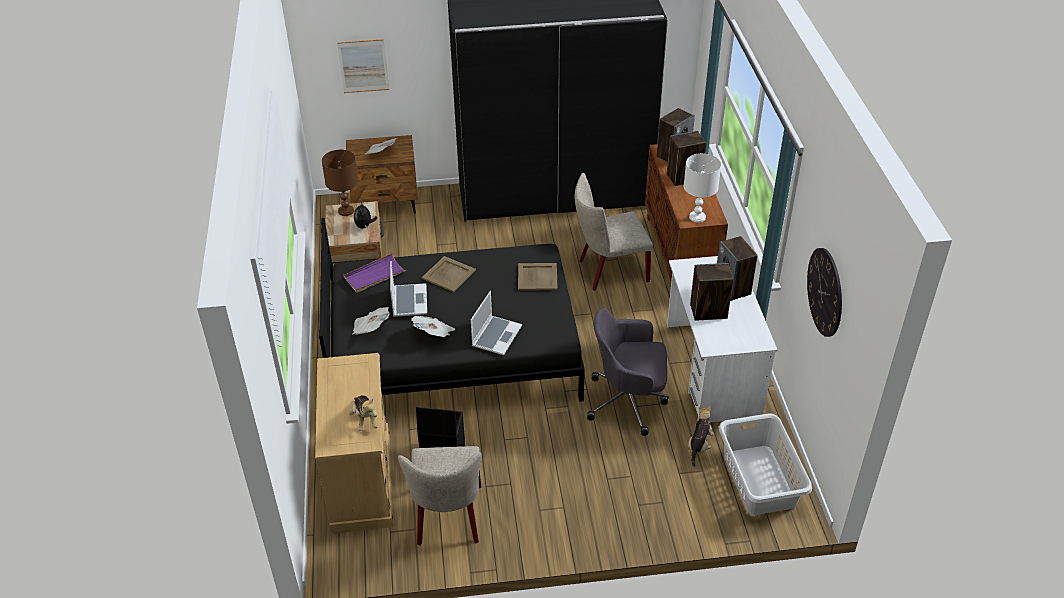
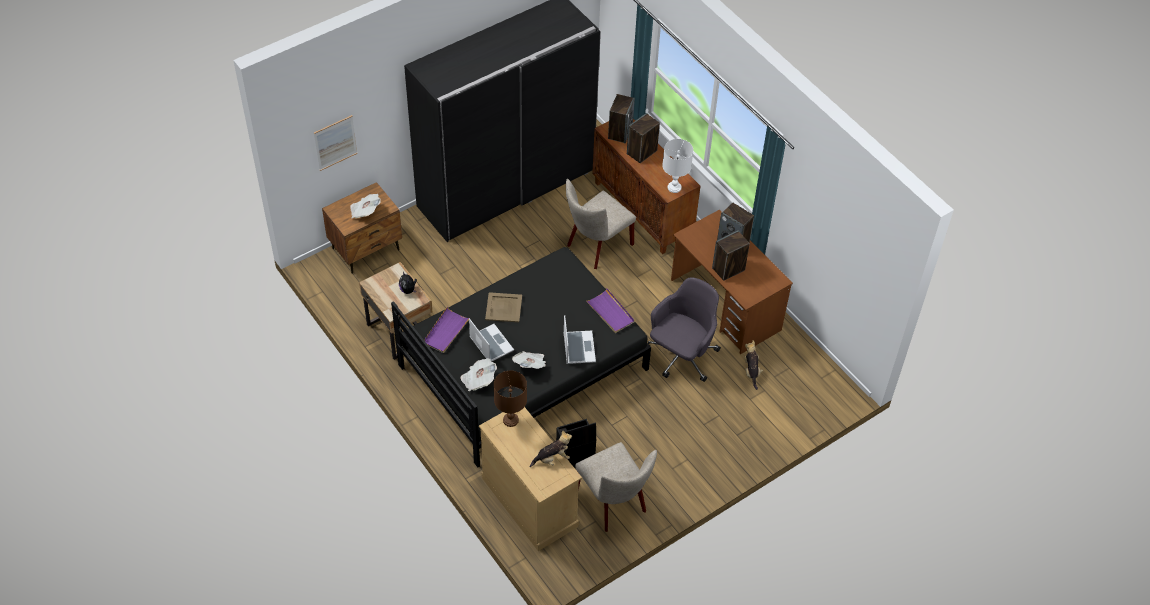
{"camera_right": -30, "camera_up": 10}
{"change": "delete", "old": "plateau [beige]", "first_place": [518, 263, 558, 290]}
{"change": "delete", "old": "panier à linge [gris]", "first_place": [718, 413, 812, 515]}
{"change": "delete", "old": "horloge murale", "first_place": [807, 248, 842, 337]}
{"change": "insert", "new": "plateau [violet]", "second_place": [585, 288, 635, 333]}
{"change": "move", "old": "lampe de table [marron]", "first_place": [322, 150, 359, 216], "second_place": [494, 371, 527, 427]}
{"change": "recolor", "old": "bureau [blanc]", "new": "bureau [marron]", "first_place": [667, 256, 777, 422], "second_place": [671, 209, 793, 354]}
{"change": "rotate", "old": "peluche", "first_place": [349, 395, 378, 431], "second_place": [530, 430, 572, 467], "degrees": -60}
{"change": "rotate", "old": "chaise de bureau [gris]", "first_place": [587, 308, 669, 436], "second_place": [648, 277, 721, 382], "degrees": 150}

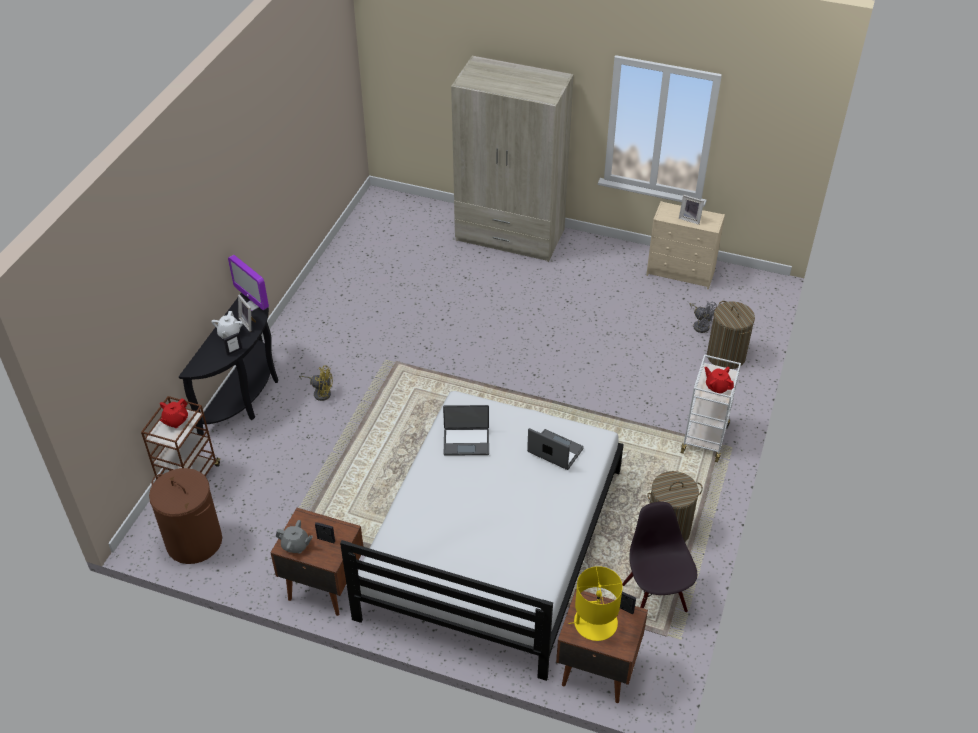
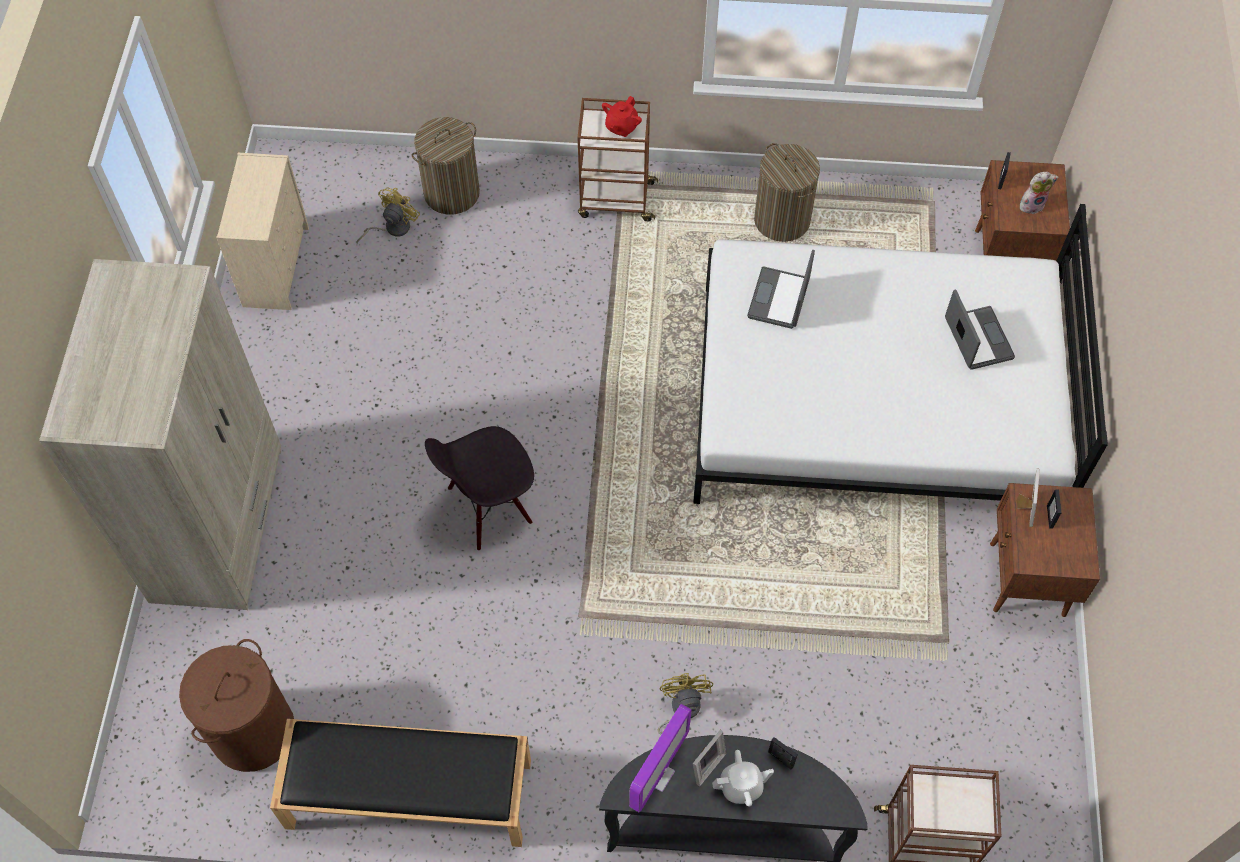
{"camera_right": -105, "camera_up": 15}
{"change": "delete", "old": "théière [rouge]", "first_place": [160, 398, 188, 428]}
{"change": "delete", "old": "théière [gris]", "first_place": [276, 520, 313, 554]}
{"change": "insert", "new": "banc [noir]", "second_place": [270, 719, 531, 847]}
{"change": "move", "old": "panier à linge [marron]", "first_place": [149, 468, 222, 564], "second_place": [179, 639, 294, 772]}
{"change": "move", "old": "ordinateur portable", "first_place": [443, 405, 489, 456], "second_place": [945, 290, 1015, 370]}
{"change": "move", "old": "chaise [noir]", "first_place": [622, 502, 697, 613], "second_place": [425, 426, 534, 551]}
{"change": "move", "old": "cadre photo", "first_place": [679, 195, 704, 225], "second_place": [1016, 469, 1040, 527]}
{"change": "replace", "old": "lampe de table [jaune]", "new": "peluche", "first_place": [568, 566, 623, 641], "second_place": [1020, 172, 1058, 214]}
{"change": "recolor", "old": "chariot [blanc]", "new": "chariot [marron]", "first_place": [681, 355, 741, 462], "second_place": [578, 98, 658, 221]}
{"change": "recolor", "old": "ventilateur [gris]", "new": "ventilateur [jaune]", "first_place": [690, 301, 717, 333], "second_place": [356, 187, 420, 244]}

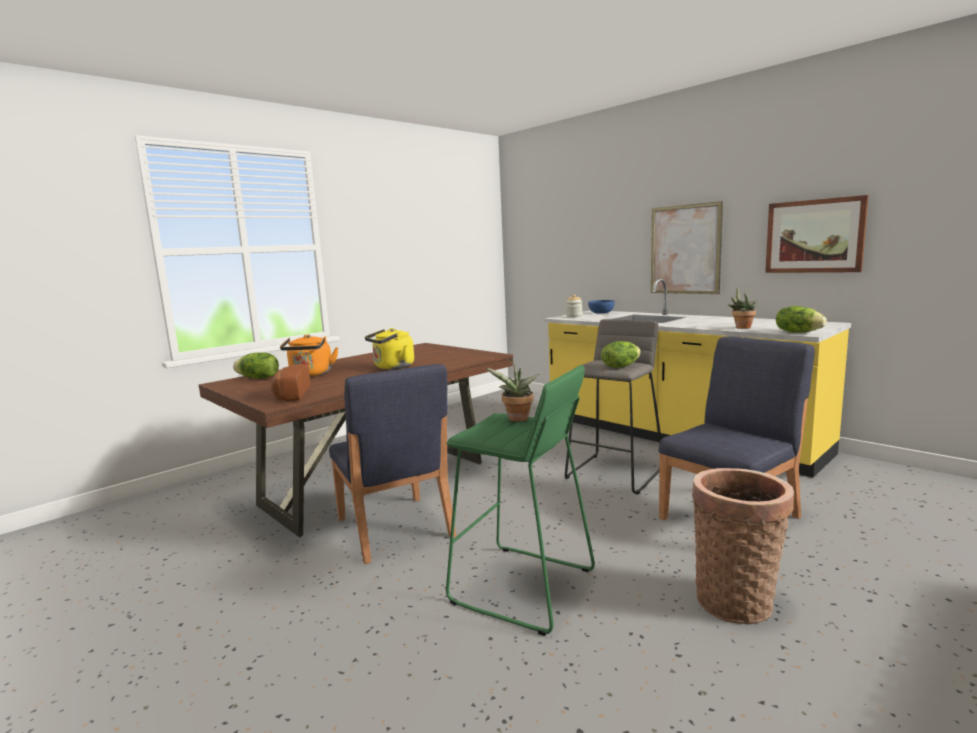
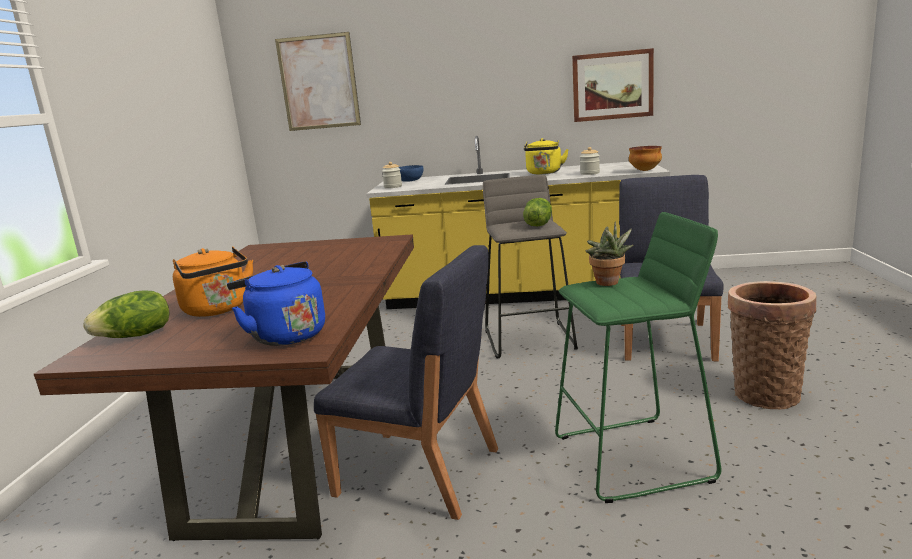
{"camera_right": -40, "camera_up": 5}
{"change": "move", "old": "bouilloire [jaune]", "first_place": [365, 328, 414, 370], "second_place": [524, 138, 569, 174]}
{"change": "move", "old": "tableau", "first_place": [651, 201, 723, 294], "second_place": [275, 32, 361, 131]}
{"change": "replace", "old": "pain", "new": "bouilloire [bleu]", "first_place": [271, 364, 310, 401], "second_place": [227, 261, 325, 346]}
{"change": "replace", "old": "plante en pot", "new": "bocal", "first_place": [728, 287, 757, 329], "second_place": [580, 147, 600, 175]}
{"change": "replace", "old": "laitue", "new": "bol", "first_place": [776, 306, 827, 333], "second_place": [629, 146, 662, 171]}

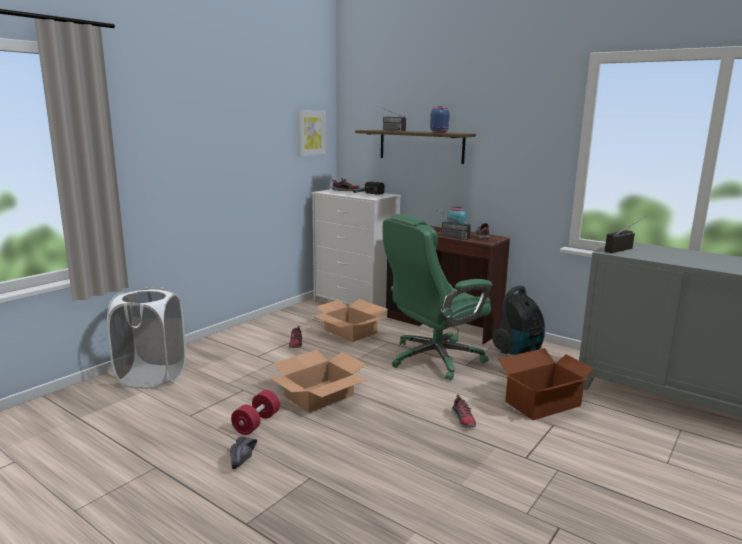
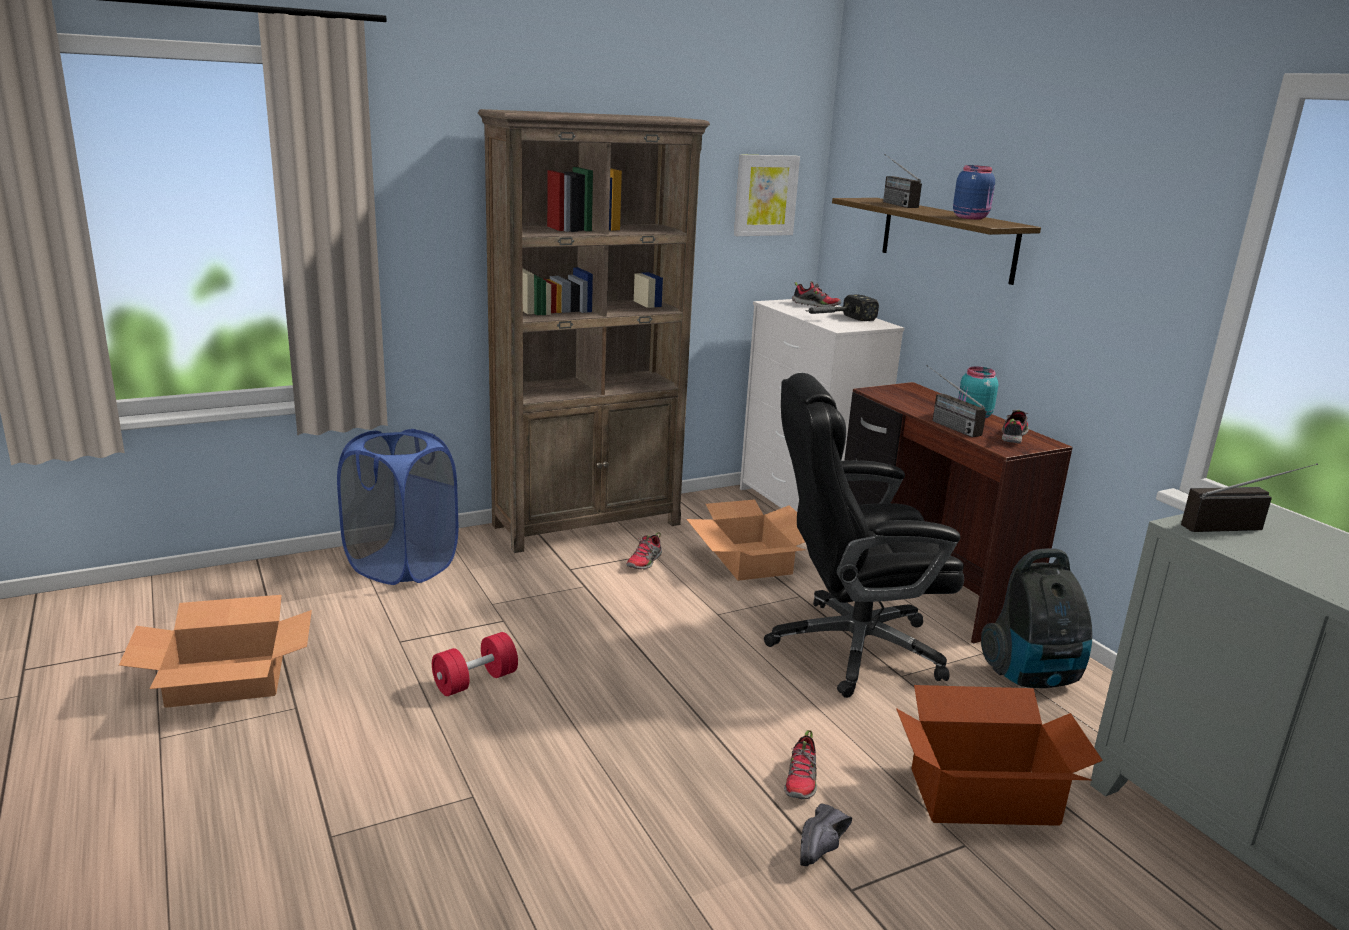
{"camera_right": 25, "camera_up": 5}
{"change": "insert", "new": "bibliothèque [marron]", "second_place": [478, 109, 710, 553]}
{"change": "move", "old": "chaussure [noir]", "first_place": [230, 437, 257, 469], "second_place": [800, 804, 852, 866]}
{"change": "move", "old": "carton", "first_place": [269, 350, 367, 413], "second_place": [119, 595, 312, 708]}
{"change": "recolor", "old": "panier à linge [blanc]", "new": "panier à linge [bleu]", "first_place": [107, 287, 186, 389], "second_place": [337, 429, 458, 585]}
{"change": "recolor", "old": "chaise de bureau [vert]", "new": "chaise de bureau [noir]", "first_place": [383, 214, 493, 380], "second_place": [764, 373, 964, 698]}

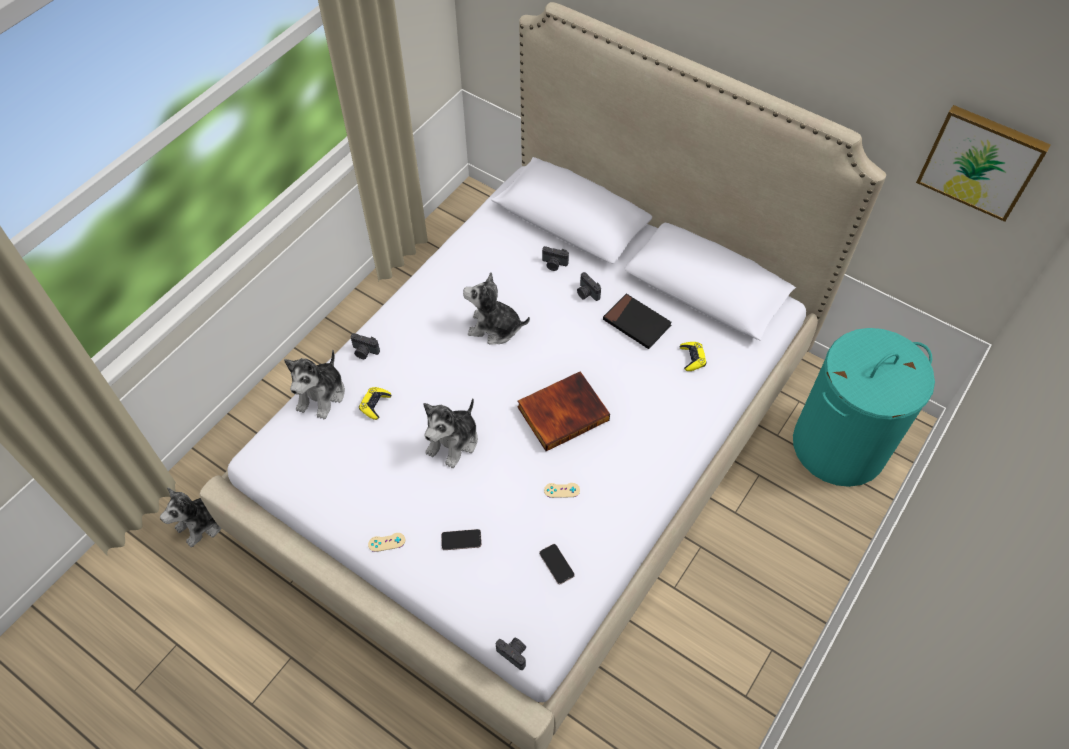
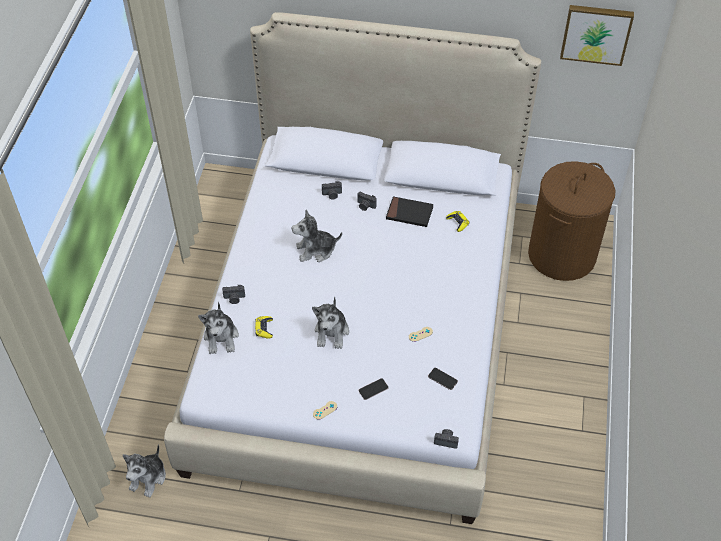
{"camera_right": -25, "camera_up": -5}
{"change": "delete", "old": "livre", "first_place": [517, 371, 610, 451]}
{"change": "recolor", "old": "panier à linge [turquoise]", "new": "panier à linge [marron]", "first_place": [793, 328, 935, 487], "second_place": [528, 161, 615, 281]}

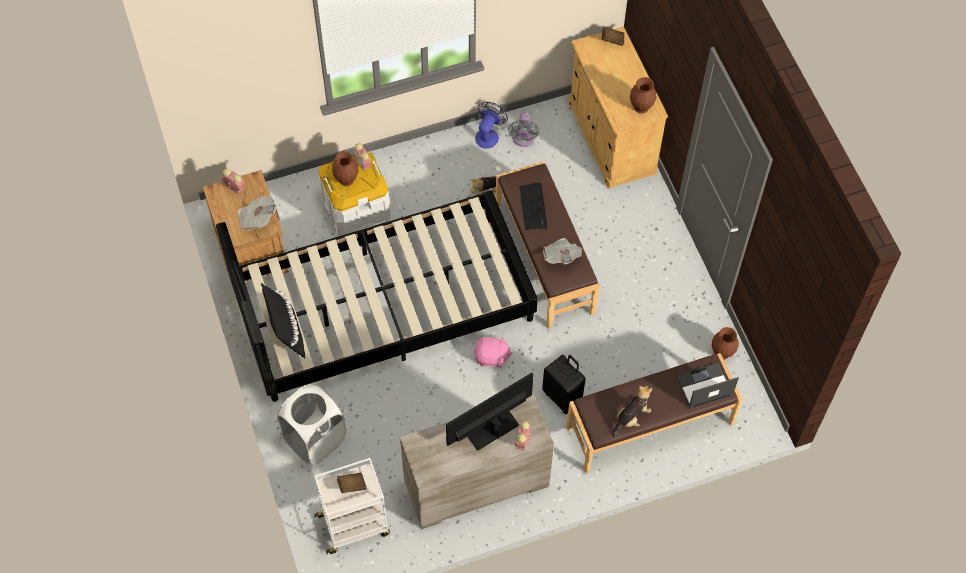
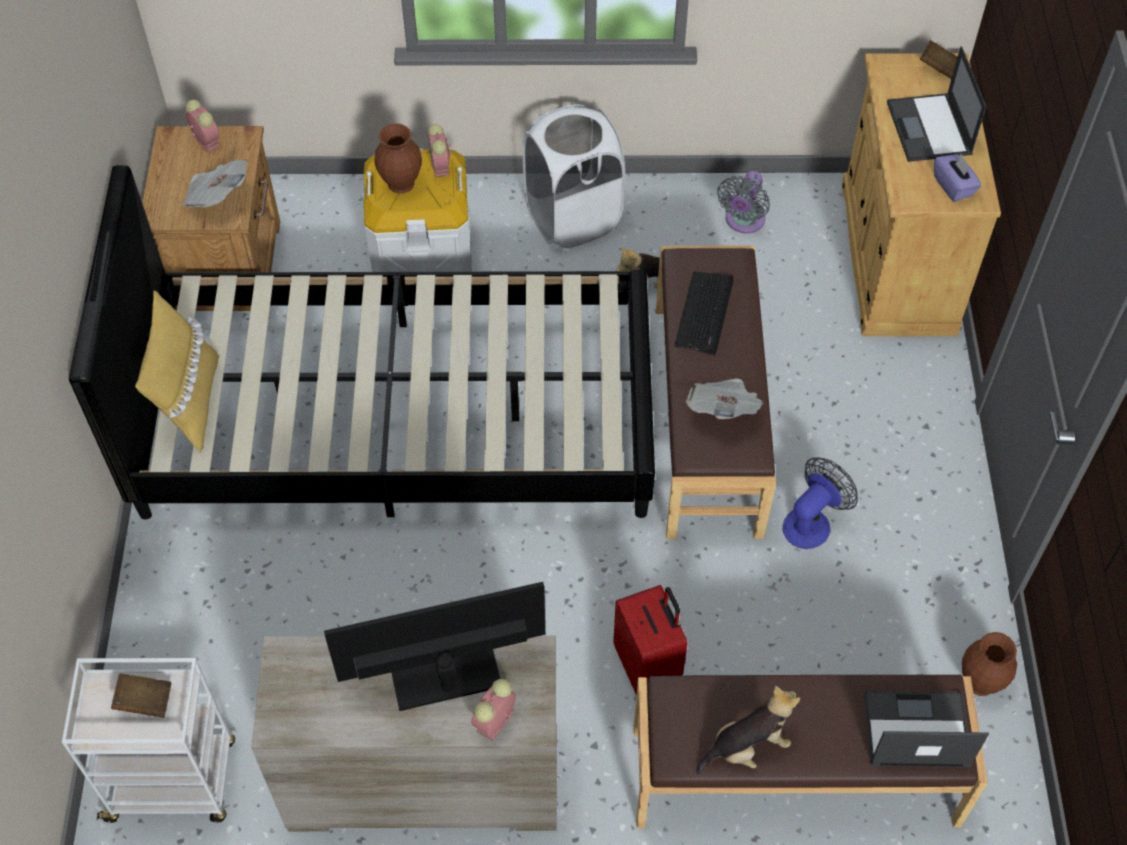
{"camera_right": 20, "camera_up": -5}
{"change": "delete", "old": "peluche [rose]", "first_place": [474, 336, 513, 367]}
{"change": "insert", "new": "ordinateur portable", "second_place": [887, 46, 987, 162]}
{"change": "move", "old": "panier à linge [blanc]", "first_place": [277, 384, 346, 465], "second_place": [522, 104, 625, 248]}
{"change": "move", "old": "ventilateur", "first_place": [475, 102, 508, 149], "second_place": [783, 457, 858, 549]}
{"change": "replace", "old": "vase [marron]", "new": "boîte à mouchoirs [violet]", "first_place": [630, 77, 656, 114], "second_place": [934, 153, 982, 202]}
{"change": "recolor", "old": "coussin [noir]", "new": "coussin [jaune]", "first_place": [261, 283, 305, 358], "second_place": [135, 291, 219, 453]}
{"change": "recolor", "old": "valise [noir]", "new": "valise [rouge]", "first_place": [542, 354, 586, 415], "second_place": [613, 585, 688, 696]}

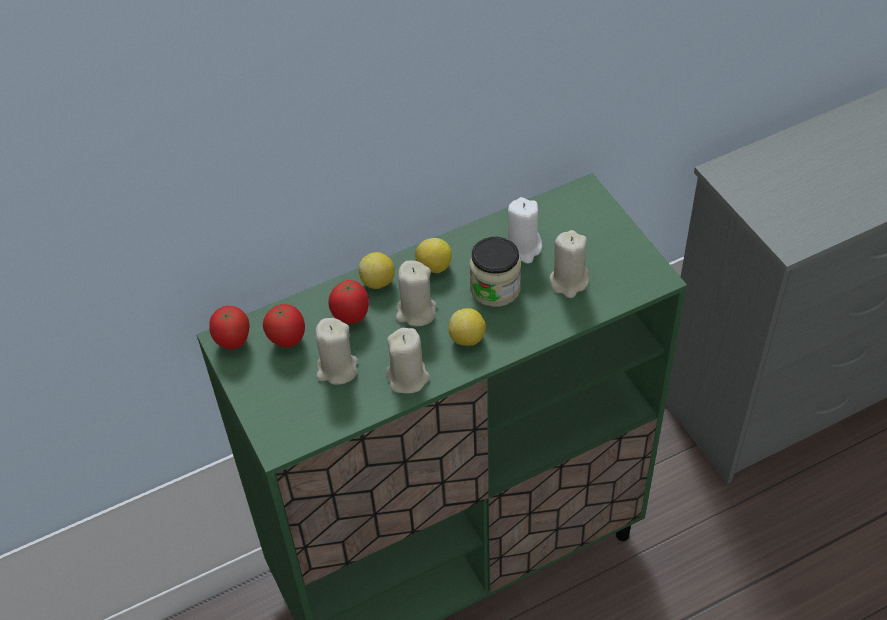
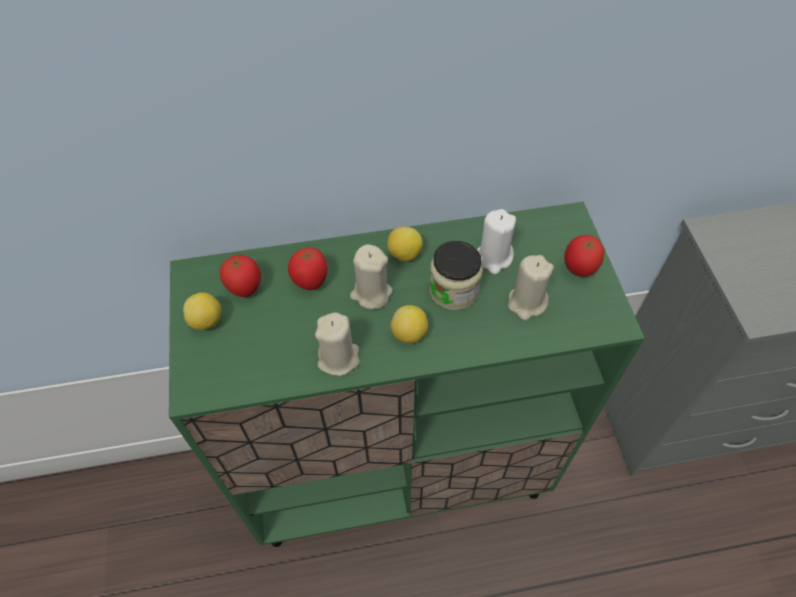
{"camera_right": 15, "camera_up": 5}
{"change": "delete", "old": "bougie [beige]", "first_place": [316, 318, 358, 385]}
{"change": "move", "old": "tomate", "first_place": [209, 306, 250, 349], "second_place": [564, 235, 604, 277]}
{"change": "move", "old": "citron", "first_place": [358, 252, 395, 289], "second_place": [183, 292, 222, 330]}

